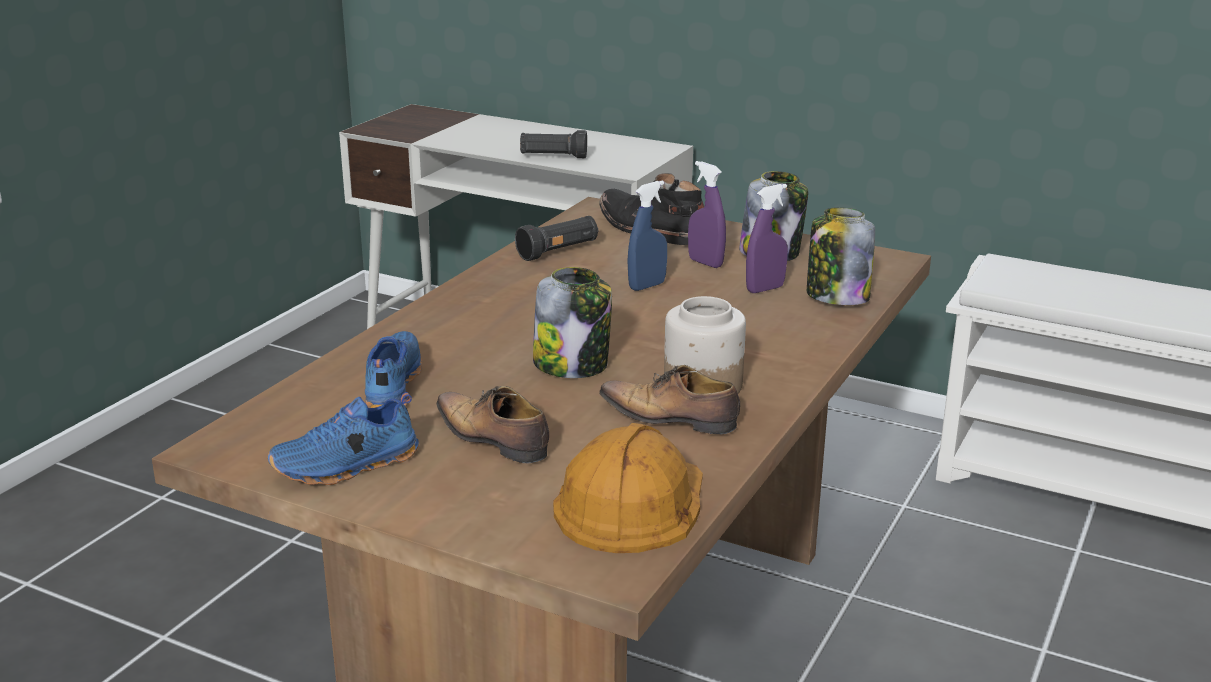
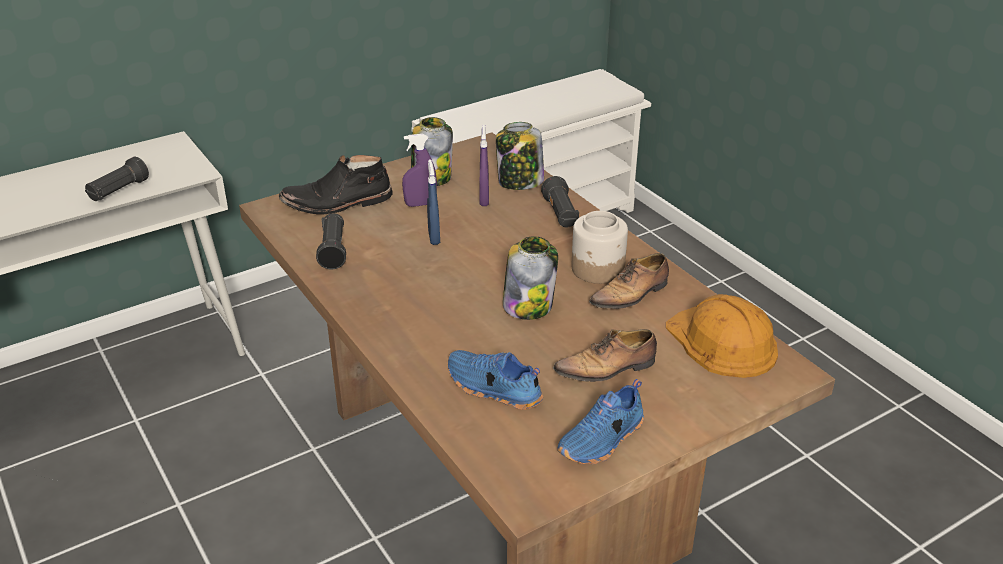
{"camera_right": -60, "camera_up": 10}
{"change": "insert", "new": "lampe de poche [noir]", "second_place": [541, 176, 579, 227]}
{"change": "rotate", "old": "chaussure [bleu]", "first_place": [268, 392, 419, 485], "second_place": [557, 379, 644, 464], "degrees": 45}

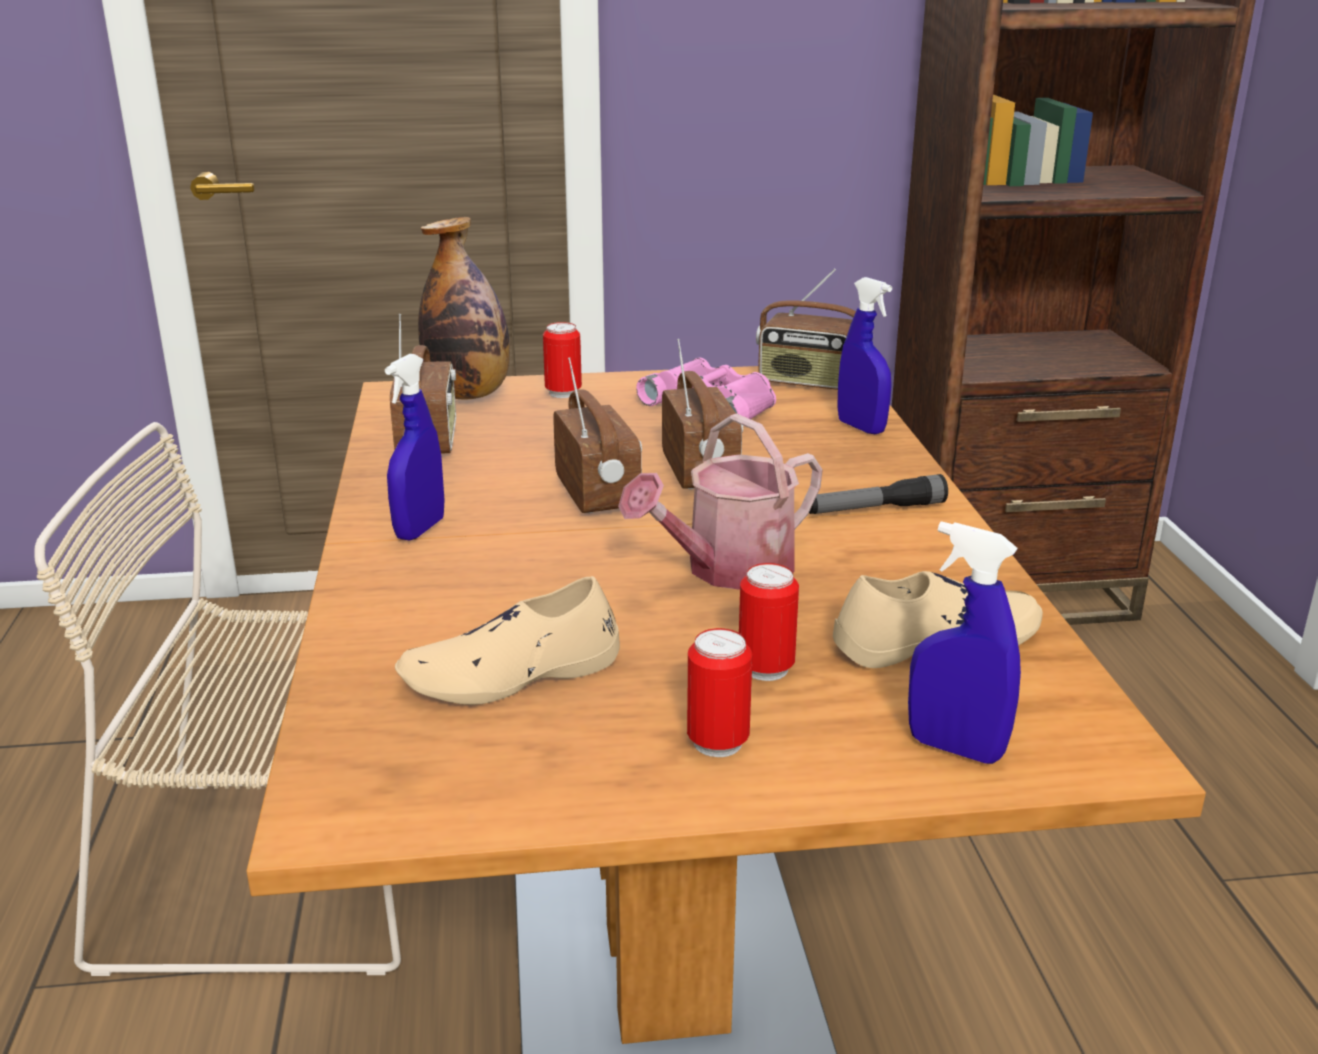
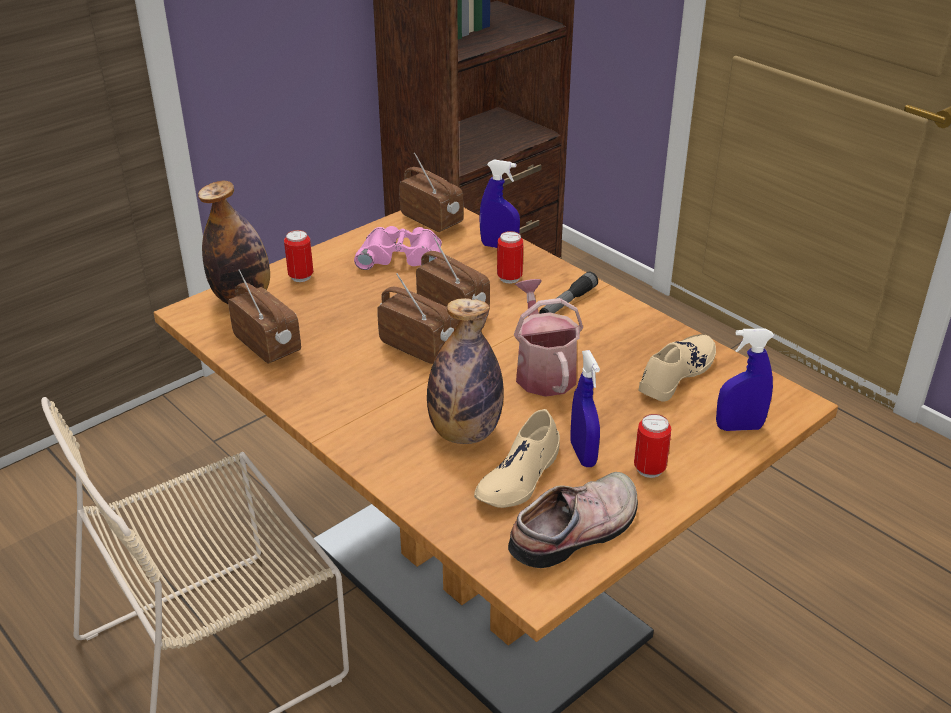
{"camera_right": -35, "camera_up": 10}
{"change": "insert", "new": "bouteille", "second_place": [427, 298, 504, 444]}
{"change": "insert", "new": "chaussure", "second_place": [508, 472, 638, 568]}
{"change": "move", "old": "vaporisateur [bleu]", "first_place": [385, 354, 445, 541], "second_place": [571, 350, 600, 467]}
{"change": "move", "old": "boîte métallique", "first_place": [739, 563, 799, 681], "second_place": [497, 231, 523, 284]}
{"change": "rotate", "old": "arrosoir", "first_place": [618, 413, 823, 590], "second_place": [514, 279, 583, 397], "degrees": 150}
{"change": "rotate", "old": "radio", "first_place": [756, 268, 856, 390], "second_place": [399, 153, 464, 232], "degrees": -120}

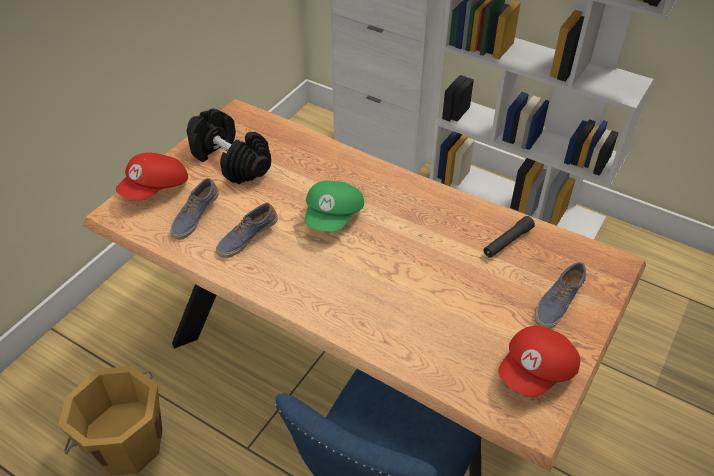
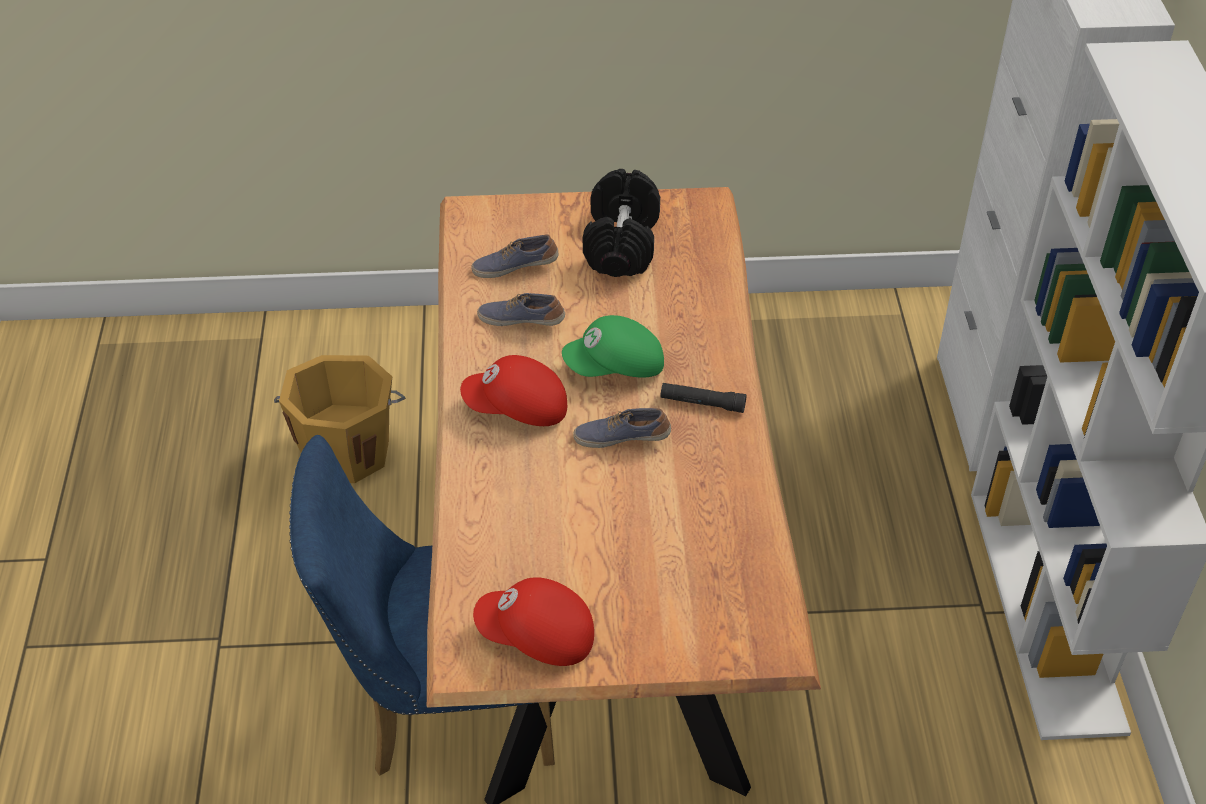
{"camera_right": 55, "camera_up": 0}
{"change": "move", "old": "casquette [rouge]", "first_place": [116, 153, 188, 200], "second_place": [460, 355, 567, 426]}
{"change": "move", "old": "lampe de poche [noir]", "first_place": [484, 216, 535, 258], "second_place": [660, 383, 747, 413]}
{"change": "move", "old": "chaussure", "first_place": [534, 262, 586, 329], "second_place": [573, 408, 671, 448]}

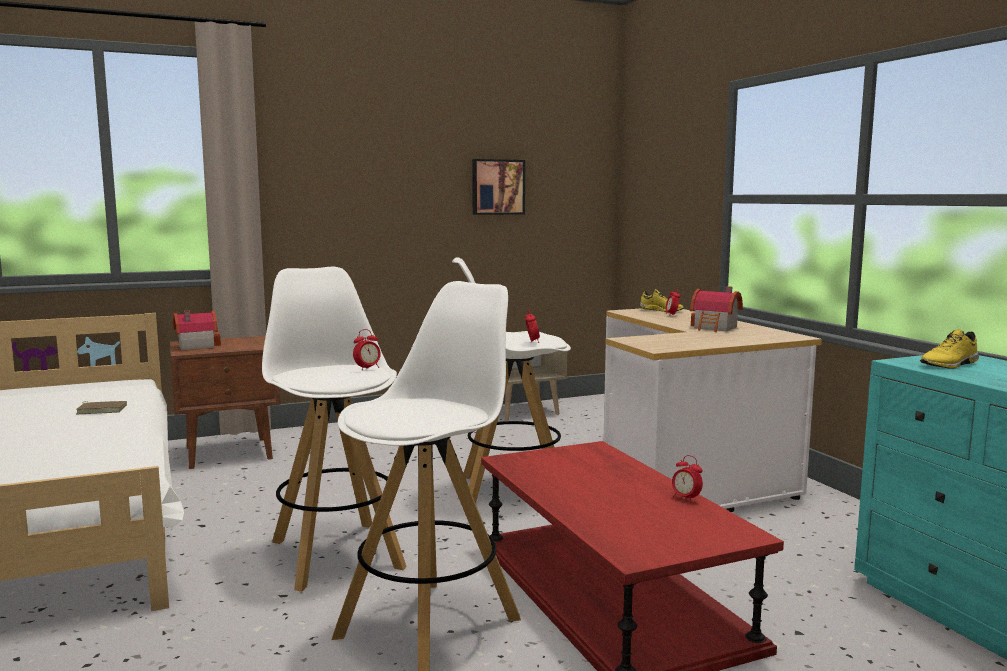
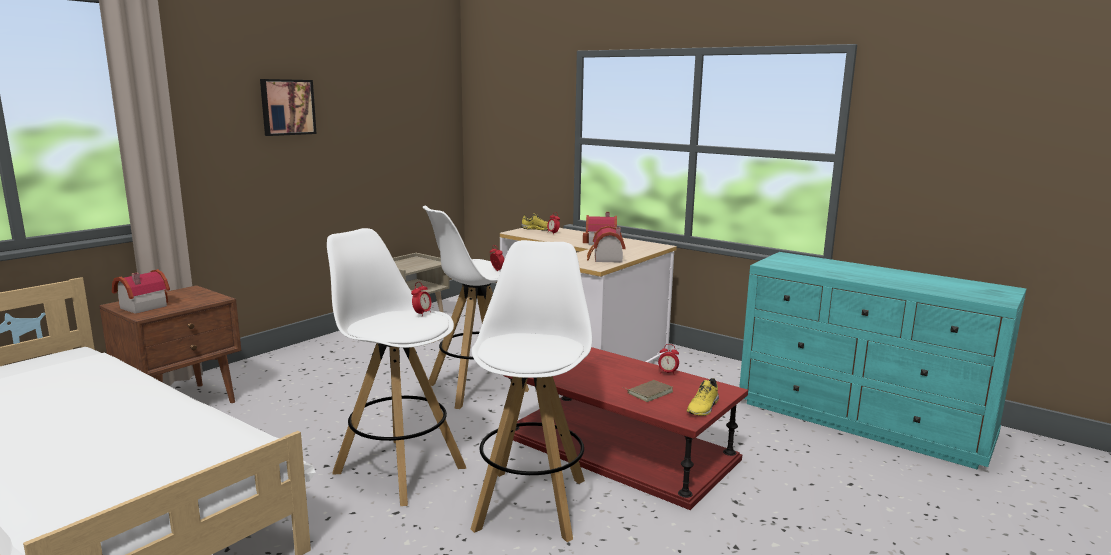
{"camera_right": -30, "camera_up": 5}
{"change": "insert", "new": "maison miniature", "second_place": [587, 226, 626, 263]}
{"change": "move", "old": "livre [marron]", "first_place": [76, 401, 127, 414], "second_place": [624, 380, 673, 402]}
{"change": "move", "old": "tableau", "first_place": [472, 159, 525, 215], "second_place": [260, 79, 317, 136]}
{"change": "move", "old": "chaussure [jaune]", "first_place": [920, 329, 979, 369], "second_place": [687, 378, 719, 416]}

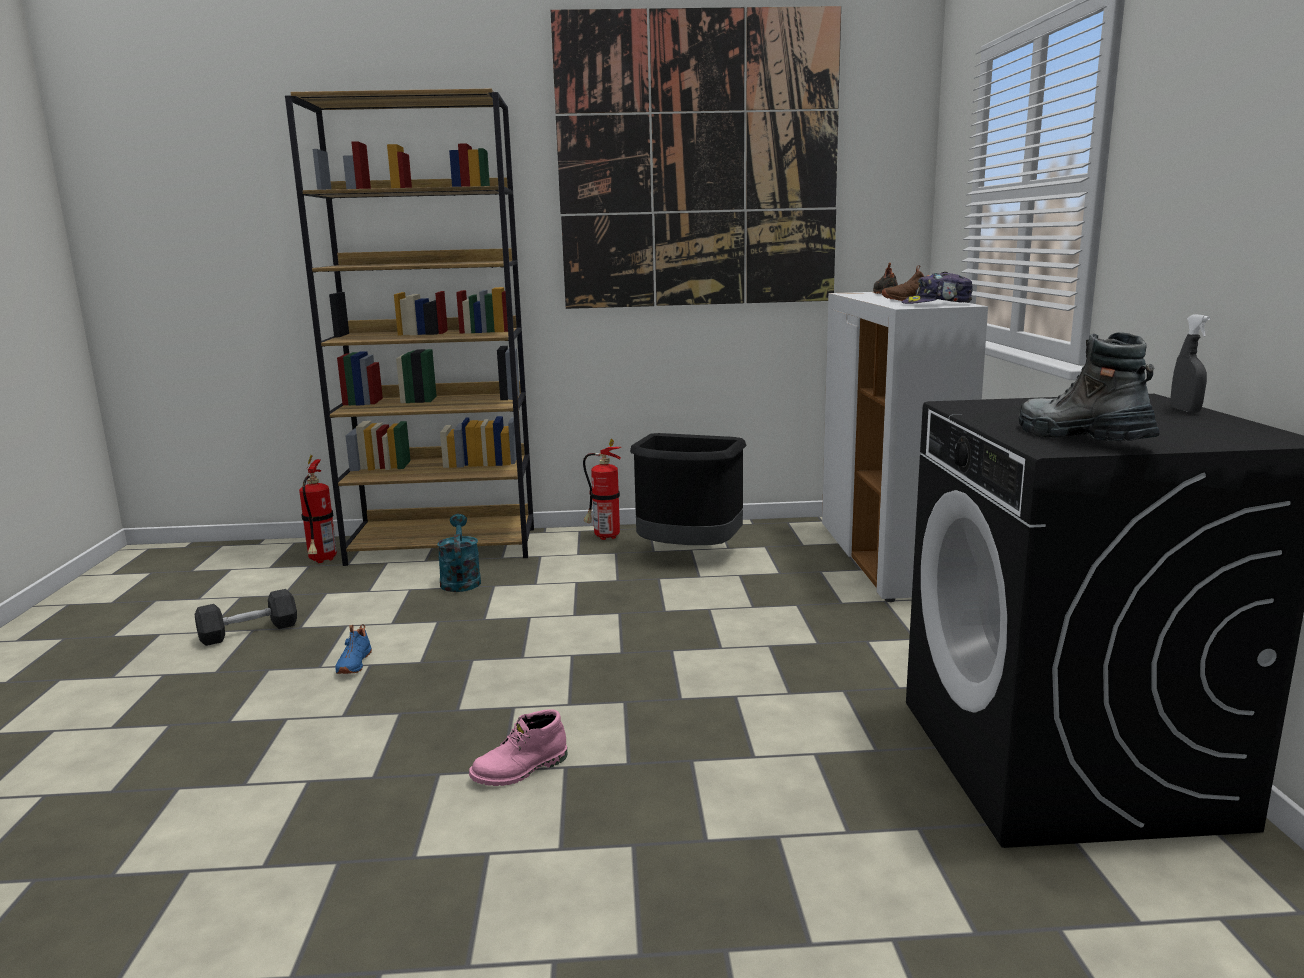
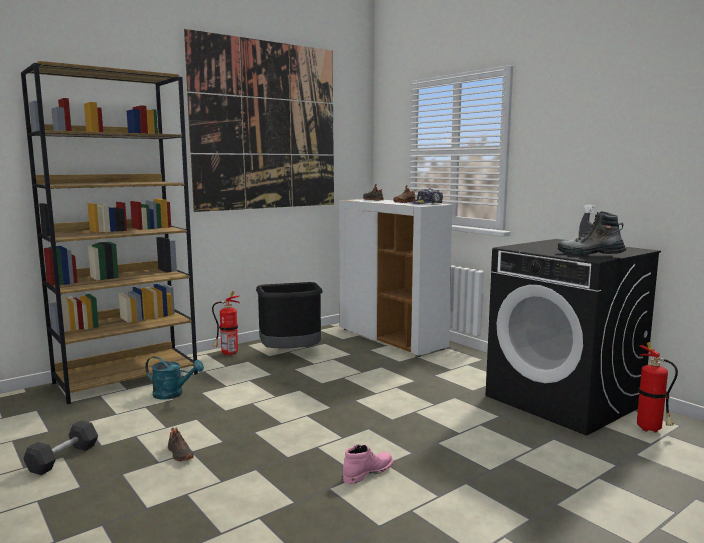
{"camera_right": -35, "camera_up": -5}
{"change": "move", "old": "extincteur", "first_place": [299, 455, 337, 563], "second_place": [637, 342, 678, 432]}
{"change": "recolor", "old": "chaussure [bleu]", "new": "chaussure [noir]", "first_place": [335, 624, 372, 674], "second_place": [168, 427, 194, 462]}
{"change": "rotate", "old": "arrosoir [turquoise]", "first_place": [437, 514, 481, 592], "second_place": [145, 356, 204, 400], "degrees": 150}
{"change": "rotate", "old": "botte [rose]", "first_place": [469, 709, 567, 786], "second_place": [343, 445, 394, 484], "degrees": -150}

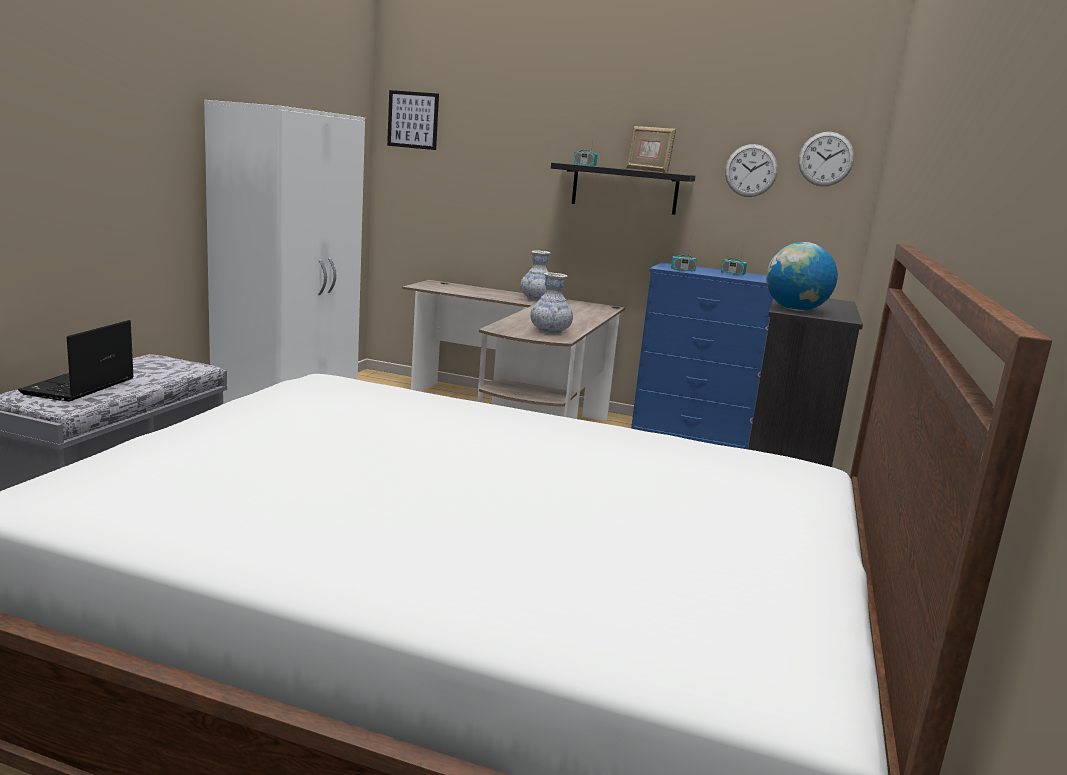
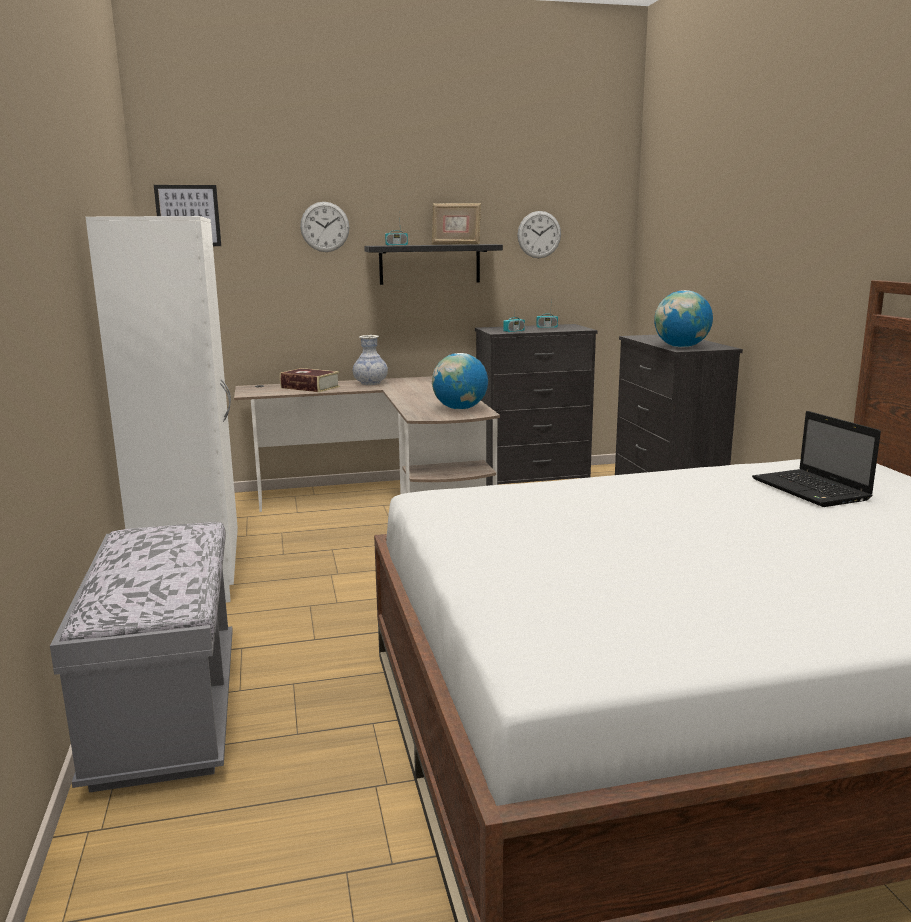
{"camera_right": -30, "camera_up": 0}
{"change": "insert", "new": "livre", "second_place": [280, 368, 340, 392]}
{"change": "move", "old": "ordinateur portable", "first_place": [18, 320, 134, 402], "second_place": [752, 411, 881, 507]}
{"change": "move", "old": "horloge murale", "first_place": [798, 132, 854, 186], "second_place": [300, 202, 349, 252]}
{"change": "replace", "old": "vase", "new": "globe", "first_place": [530, 272, 573, 334], "second_place": [432, 353, 488, 410]}
{"change": "recolor", "old": "commode [bleu]", "new": "commode [noir]", "first_place": [631, 262, 773, 449], "second_place": [475, 324, 598, 486]}

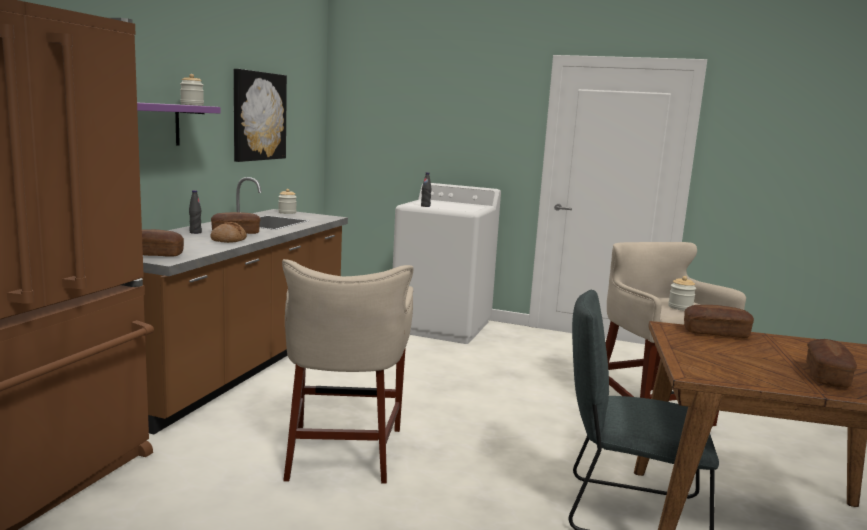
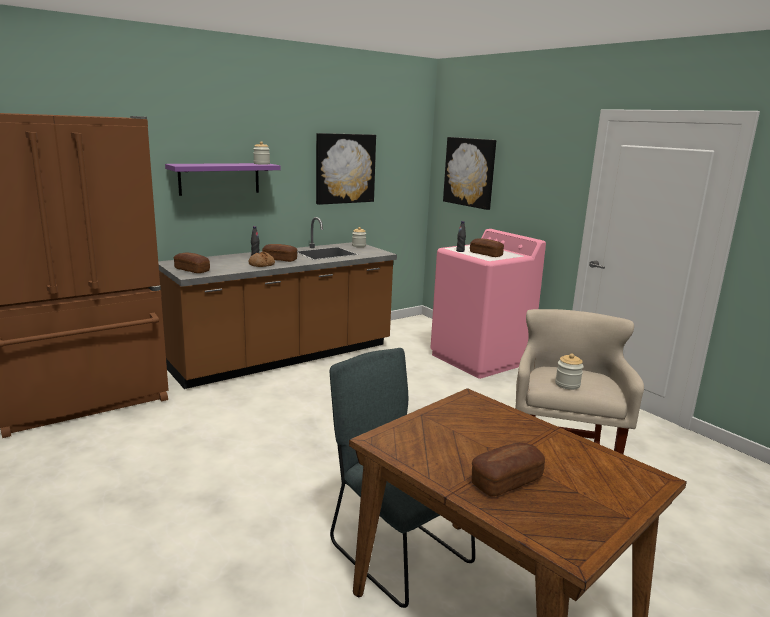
{"camera_right": 35, "camera_up": 5}
{"change": "delete", "old": "tabouret [beige]", "first_place": [282, 259, 414, 484]}
{"change": "insert", "new": "tableau", "second_place": [443, 137, 496, 210]}
{"change": "move", "old": "pain", "first_place": [684, 305, 754, 338], "second_place": [470, 238, 504, 257]}
{"change": "recolor", "old": "lave-linge [blanc]", "new": "lave-linge [rose]", "first_place": [393, 183, 501, 344], "second_place": [430, 229, 546, 379]}

